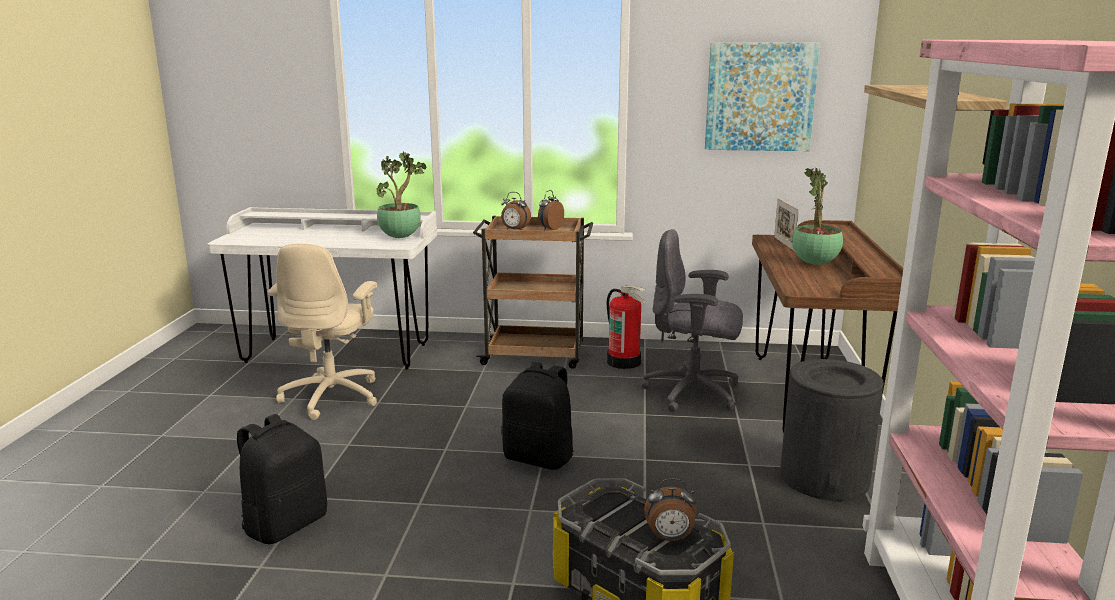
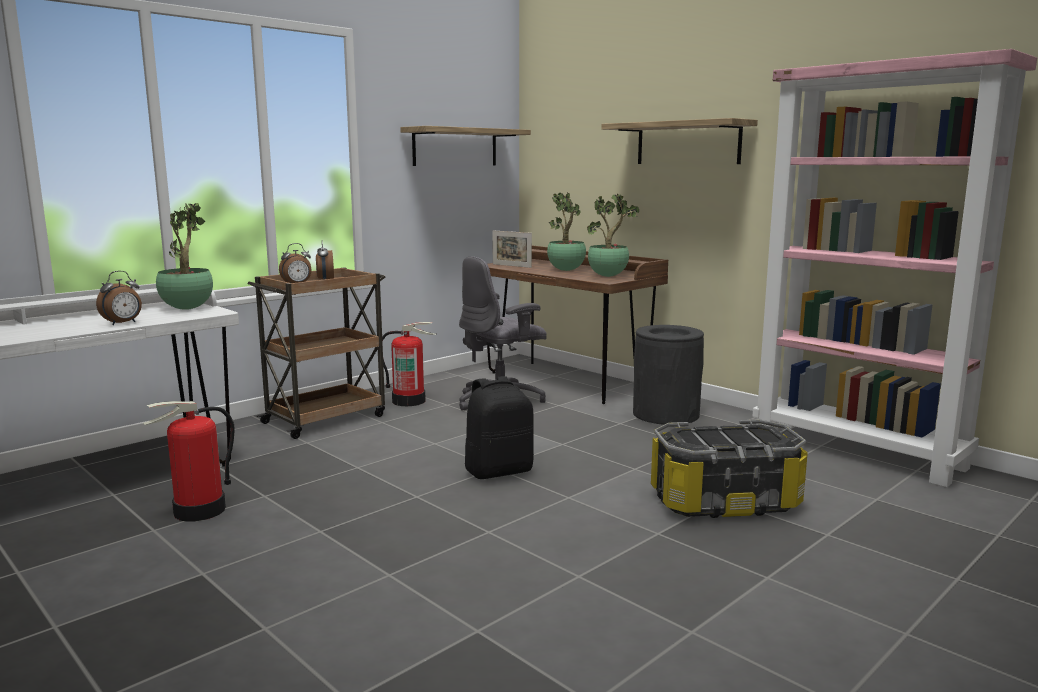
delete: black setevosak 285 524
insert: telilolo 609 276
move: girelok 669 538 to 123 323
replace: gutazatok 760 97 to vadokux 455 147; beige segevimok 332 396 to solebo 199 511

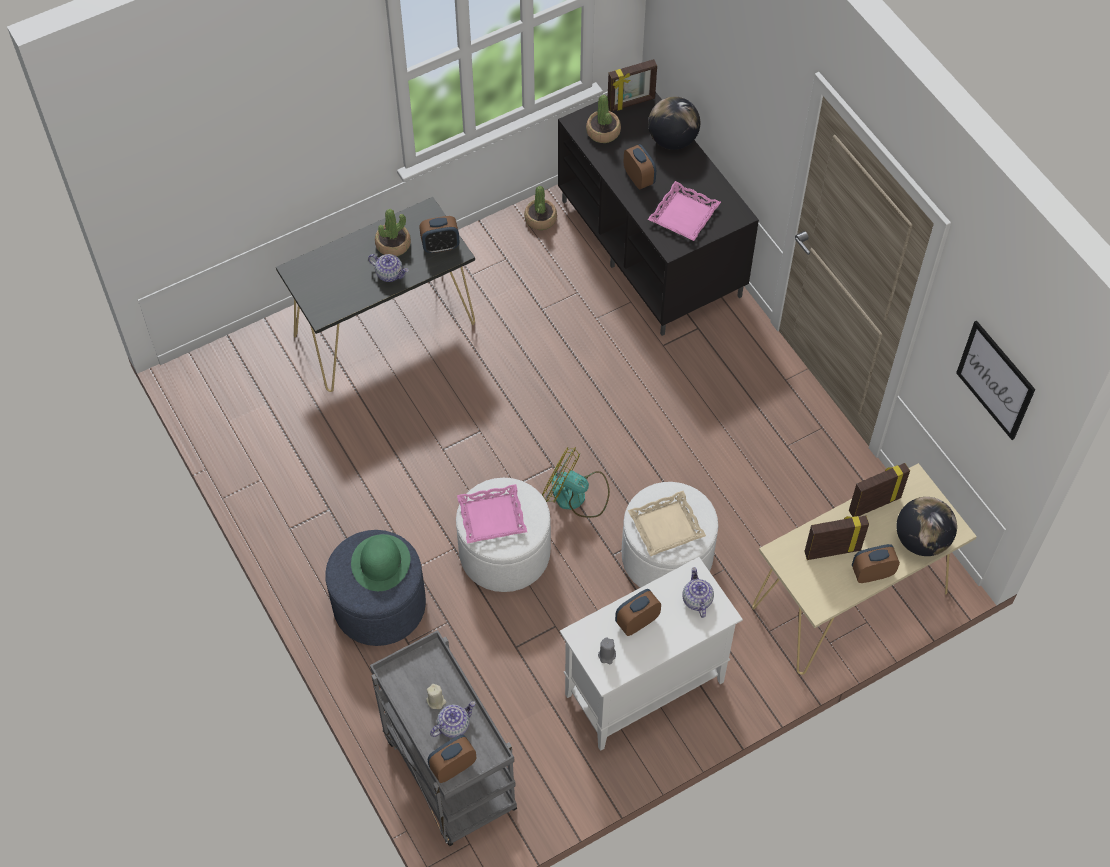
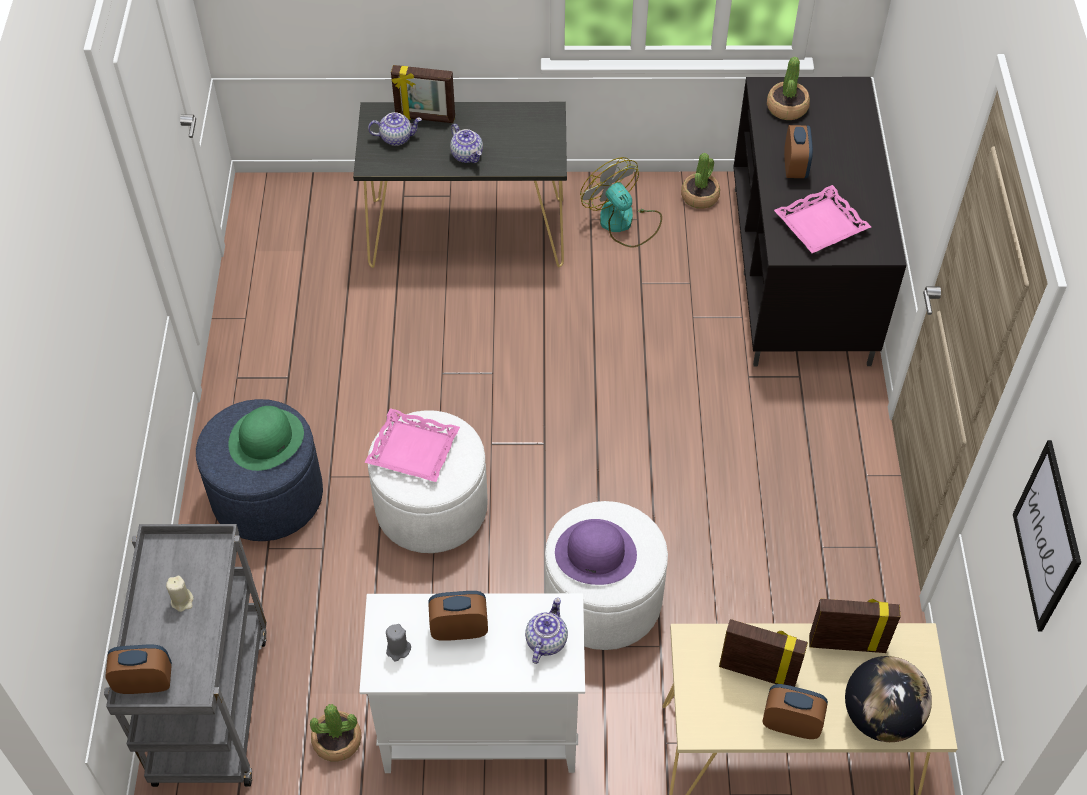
delete: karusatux 672 140; girelok 440 246
move: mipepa 631 103 to 425 118; telilolo 393 245 to 337 740; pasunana 576 496 to 623 222; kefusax 453 725 to 396 137
replace: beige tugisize 666 526 to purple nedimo 596 553

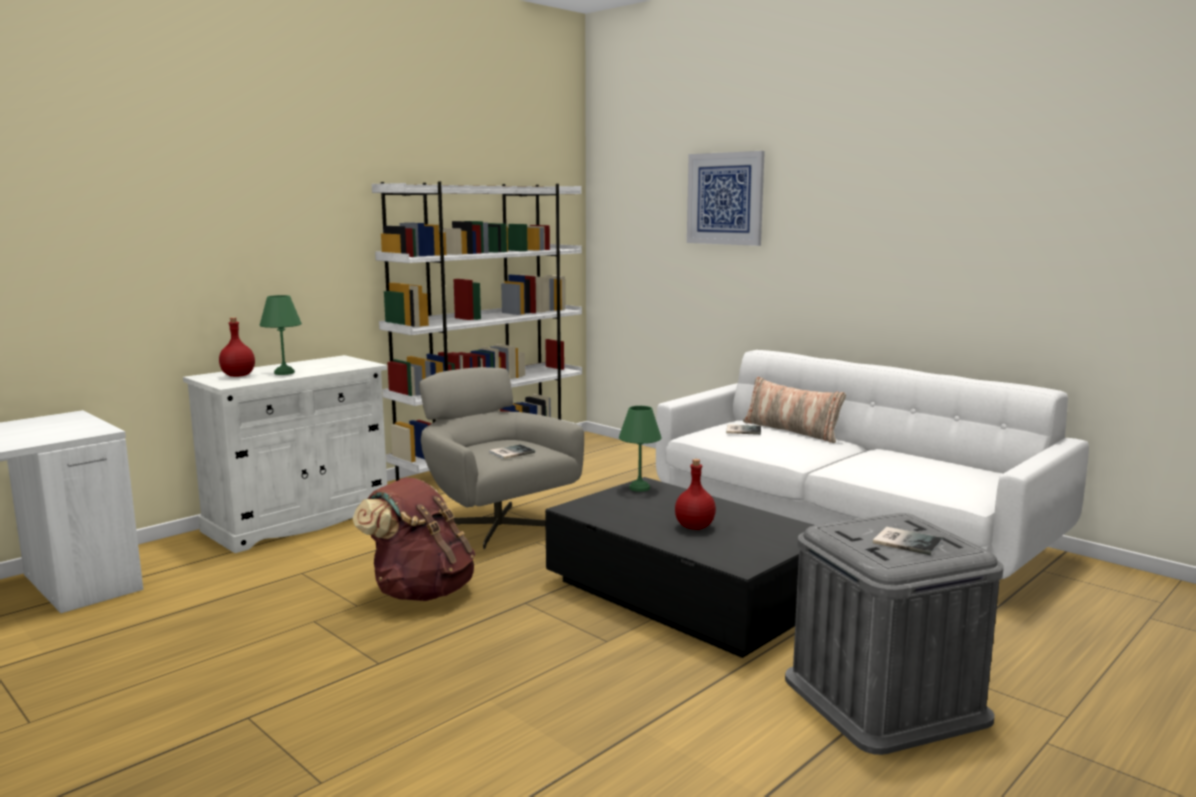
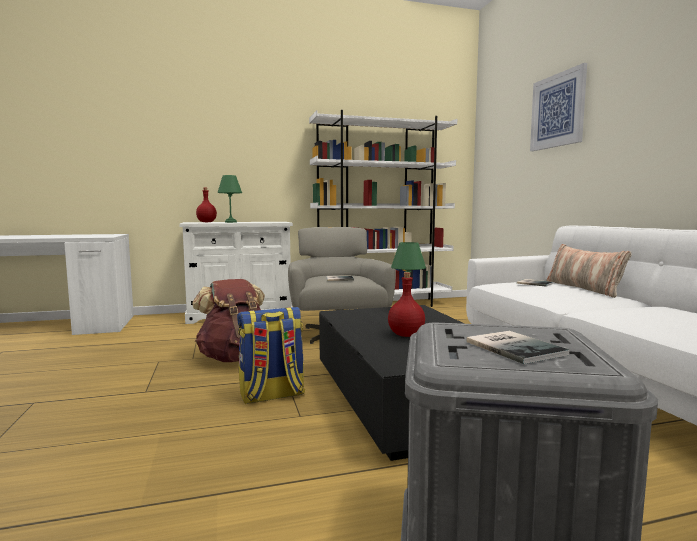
insert: setevosak 271 395

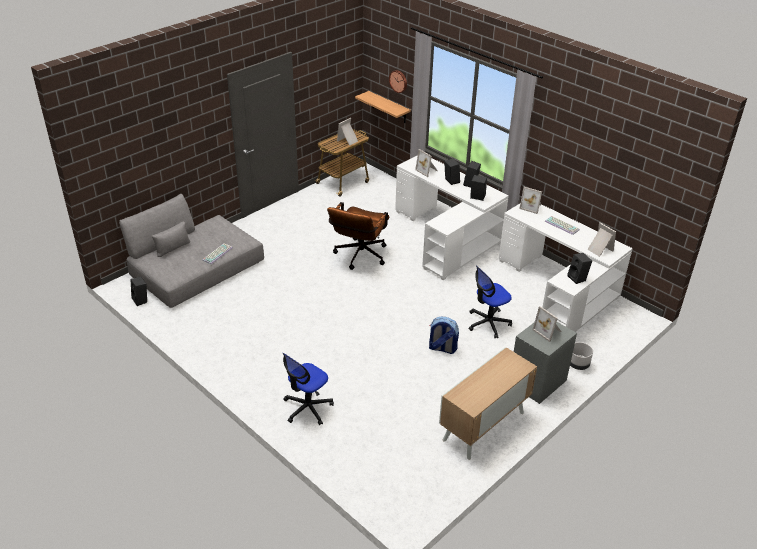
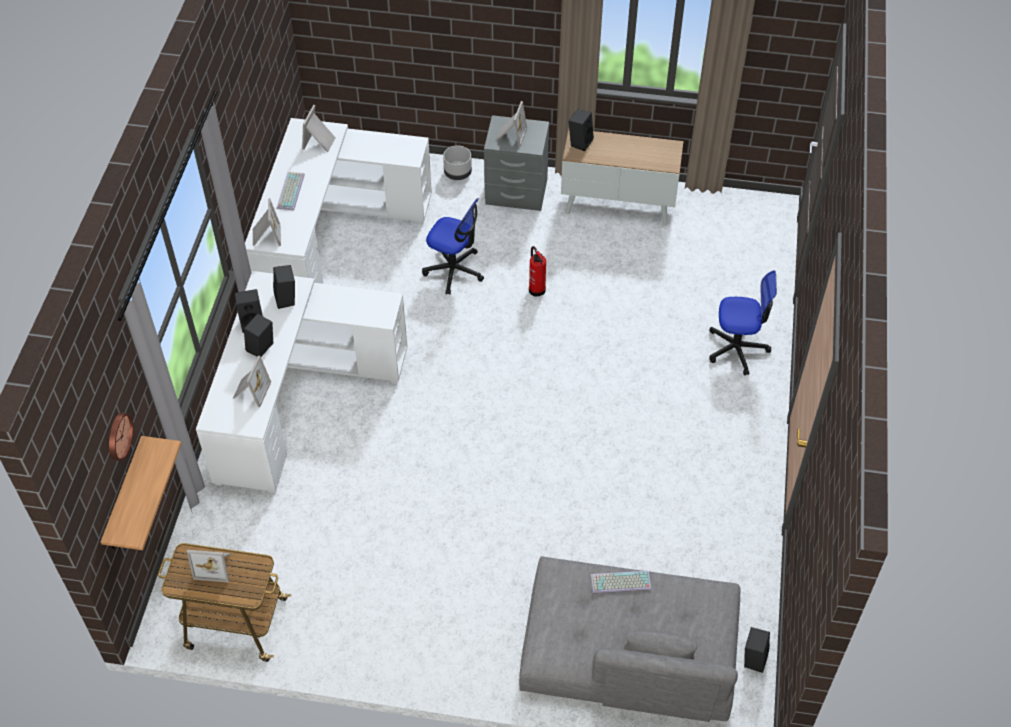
delete: brown segevimok 359 257
move: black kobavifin 578 278 to 580 141
replace: setevosak 442 348 to solebo 536 288

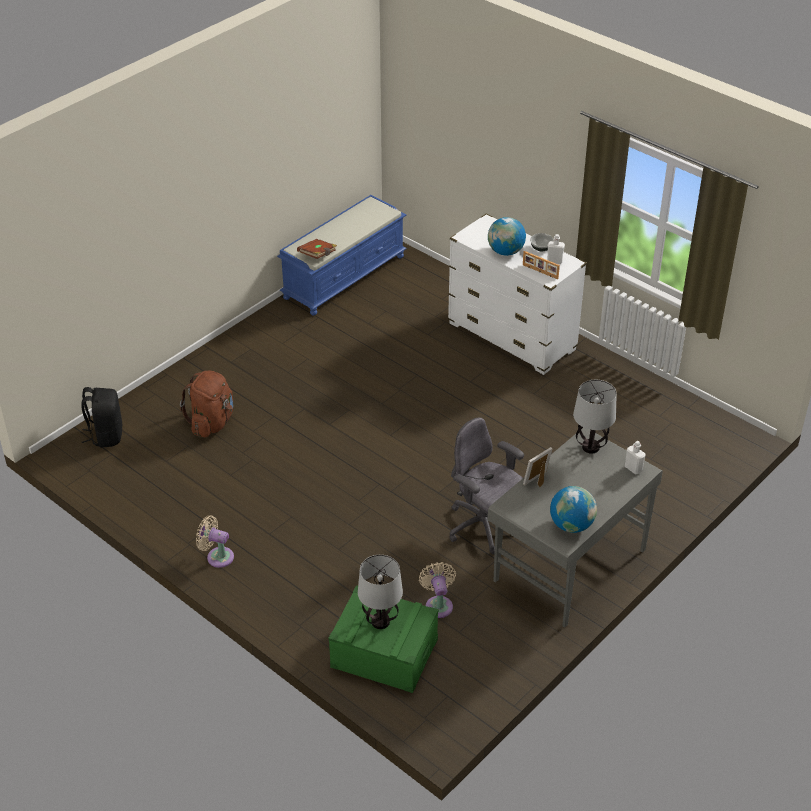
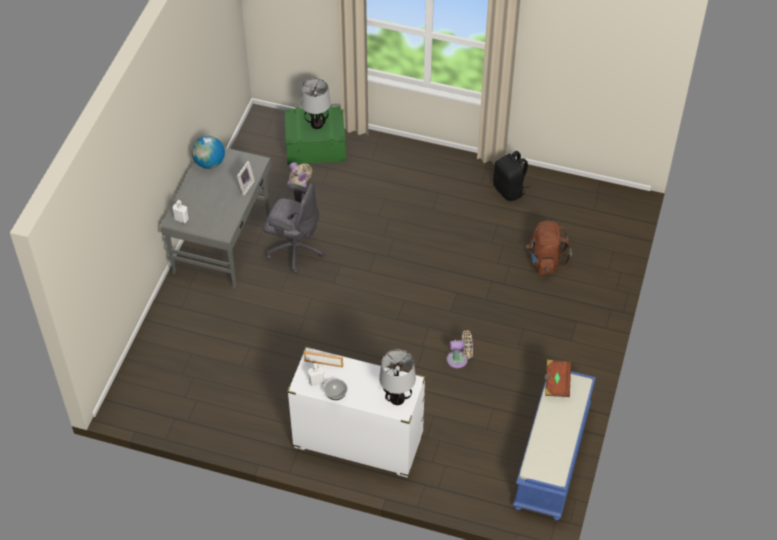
delete: karusatux 505 252
move: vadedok 590 447 to 397 399; black setevosak 106 435 to 509 190; beige pasunana 217 556 to 459 359

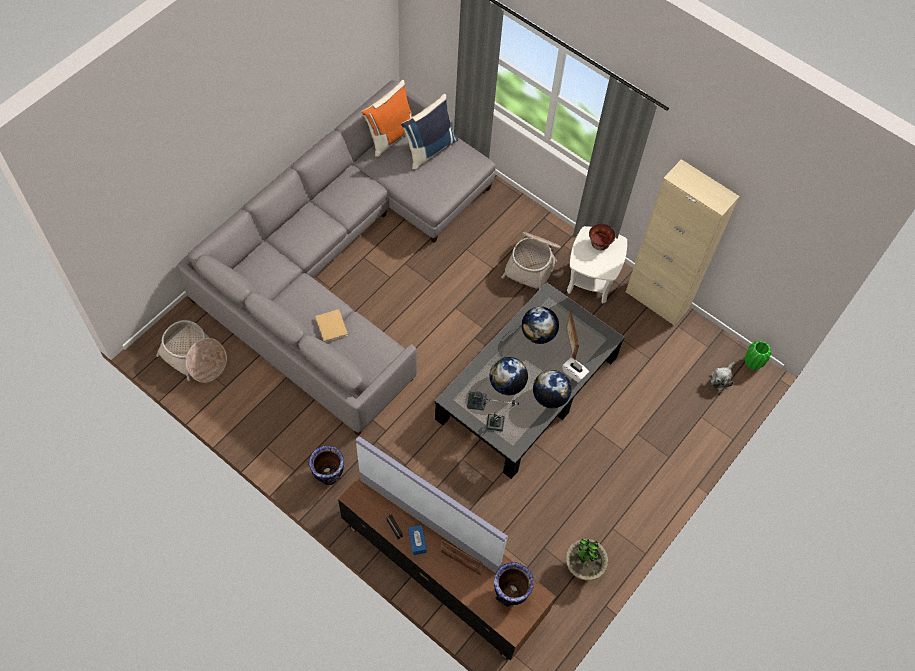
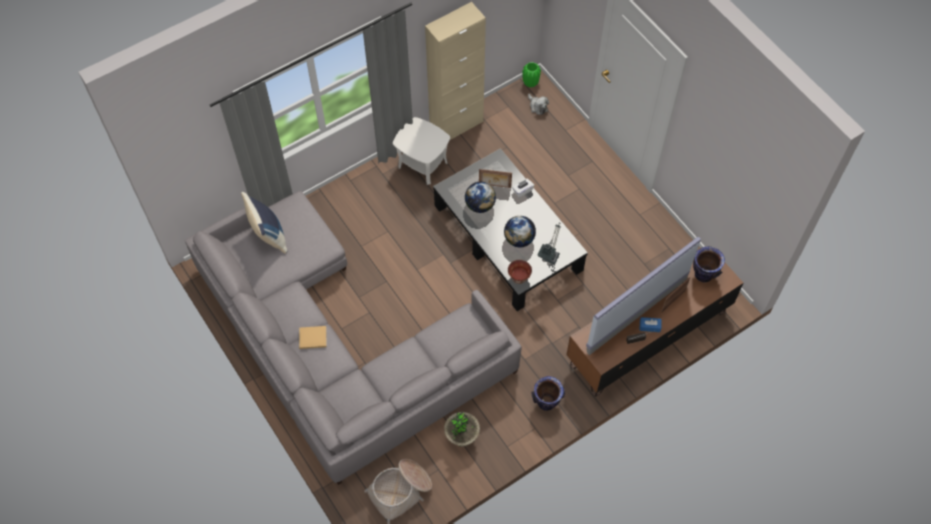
delete: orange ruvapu 391 136; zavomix 532 263; karusatux 549 397
move: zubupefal 599 244 to 519 277; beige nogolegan 331 325 to 312 338; telilolo 583 567 to 461 437

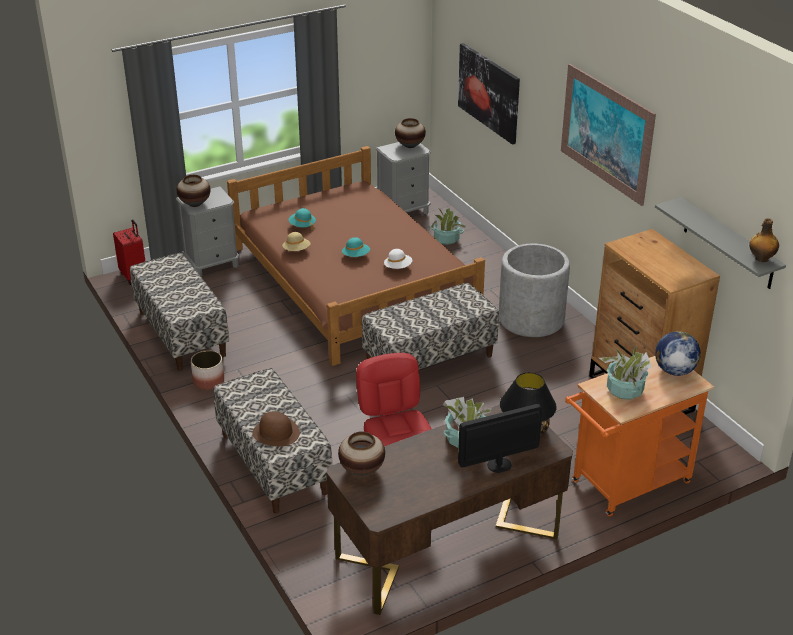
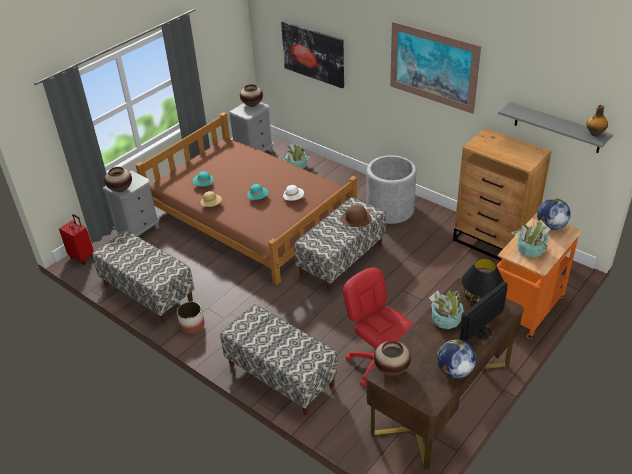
insert: karusatux 454 371
move: brown nedimo 276 433 to 356 219

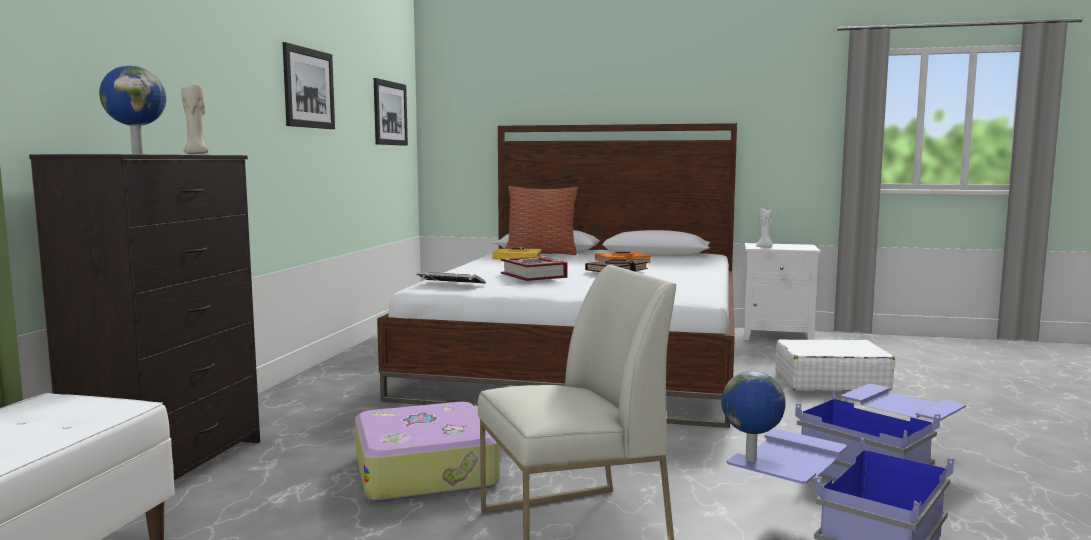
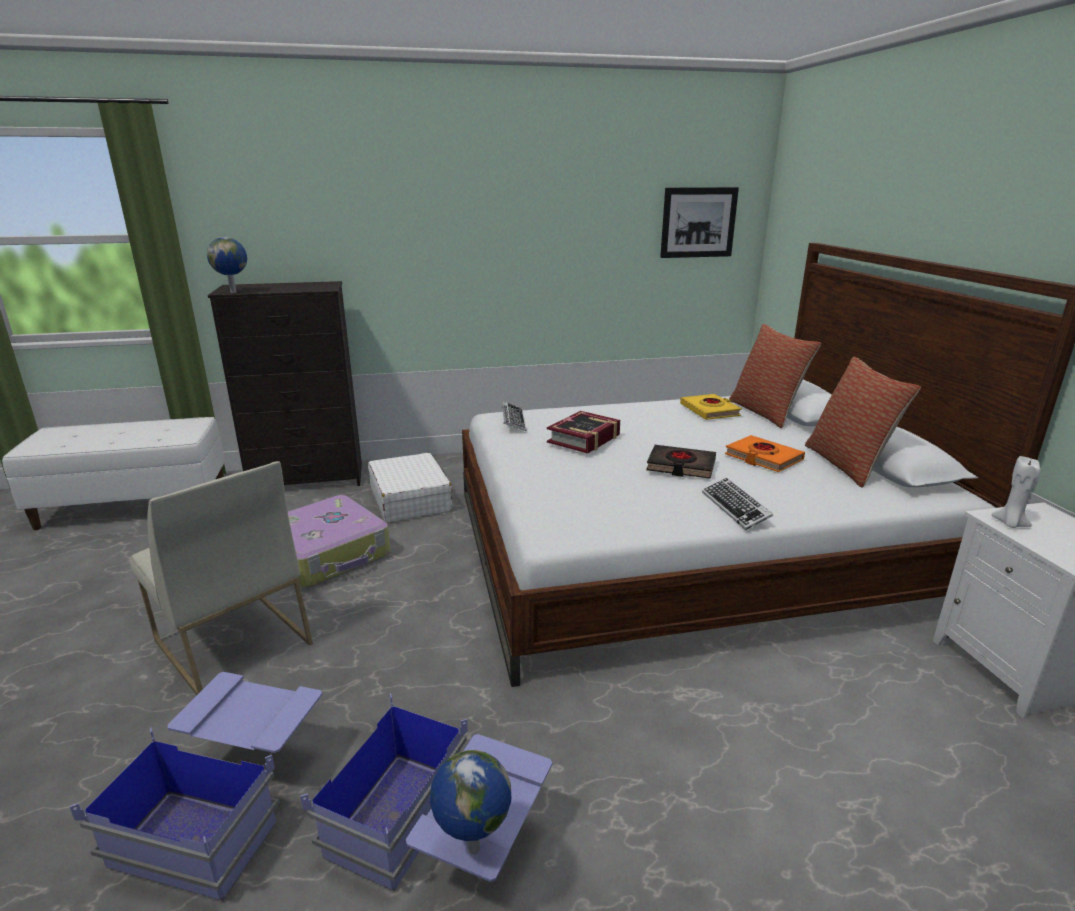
delete: gutazatok 309 88; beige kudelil 197 154
insert: ruvapu 848 464; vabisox 735 508
move: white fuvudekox 830 381 to 410 499; karusatux 751 460 to 472 849

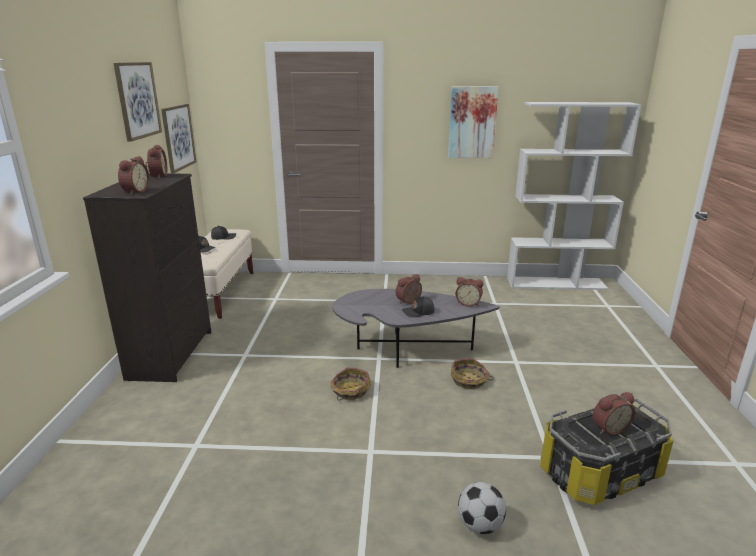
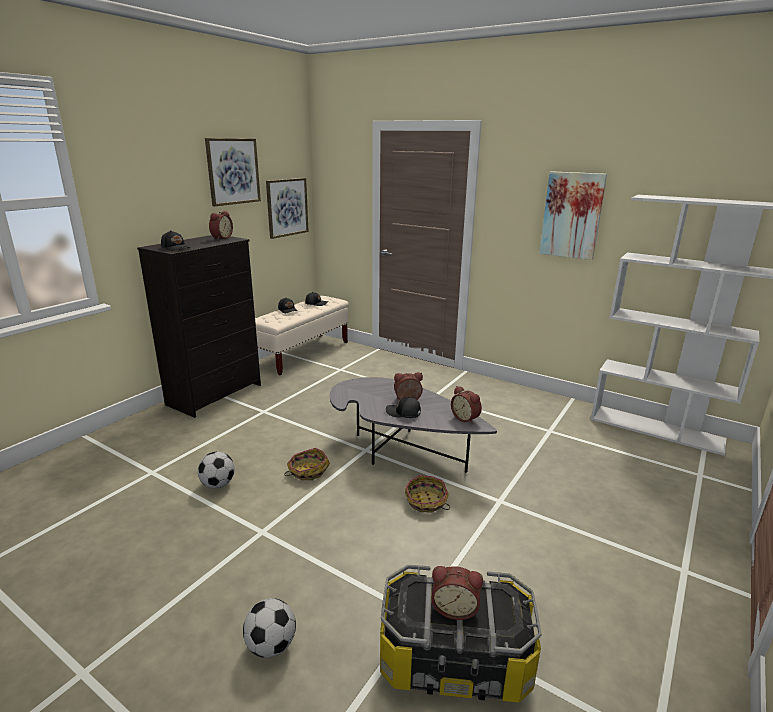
insert: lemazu 218 485
replace: girelok 134 191 to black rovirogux 176 248

